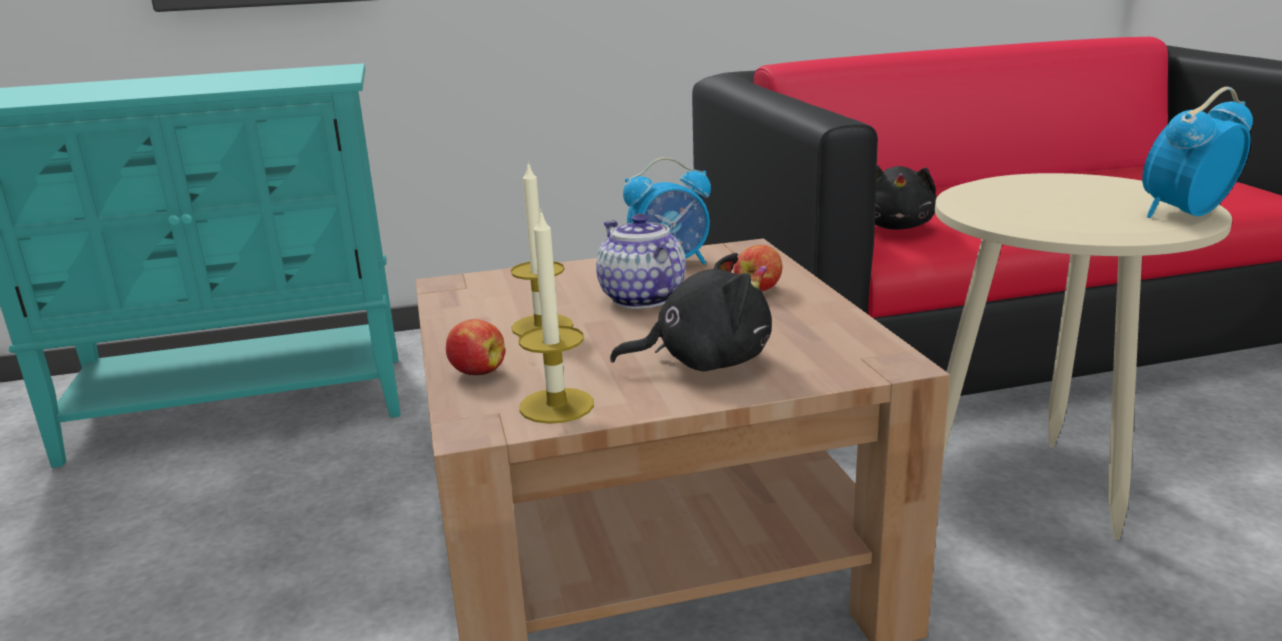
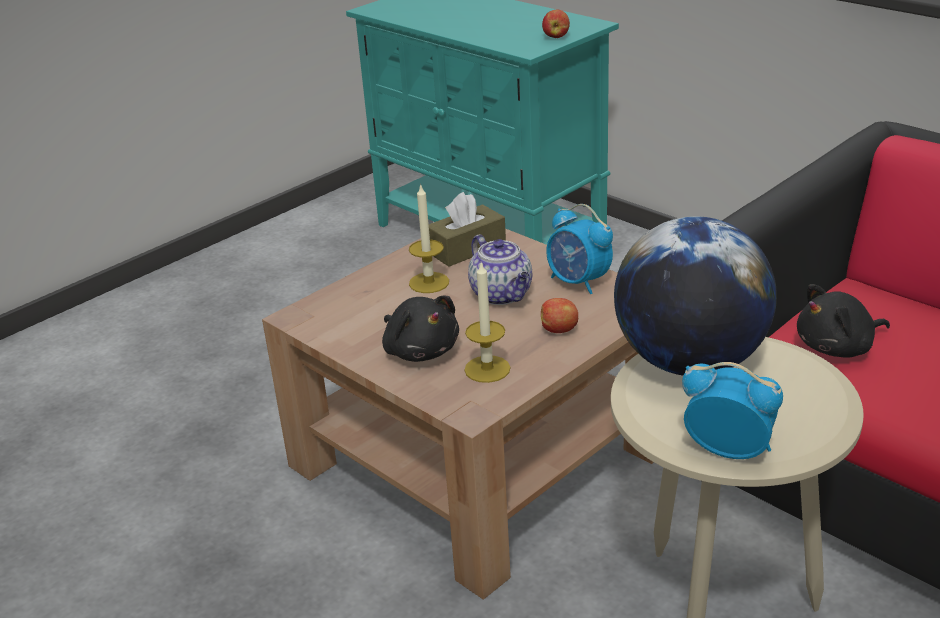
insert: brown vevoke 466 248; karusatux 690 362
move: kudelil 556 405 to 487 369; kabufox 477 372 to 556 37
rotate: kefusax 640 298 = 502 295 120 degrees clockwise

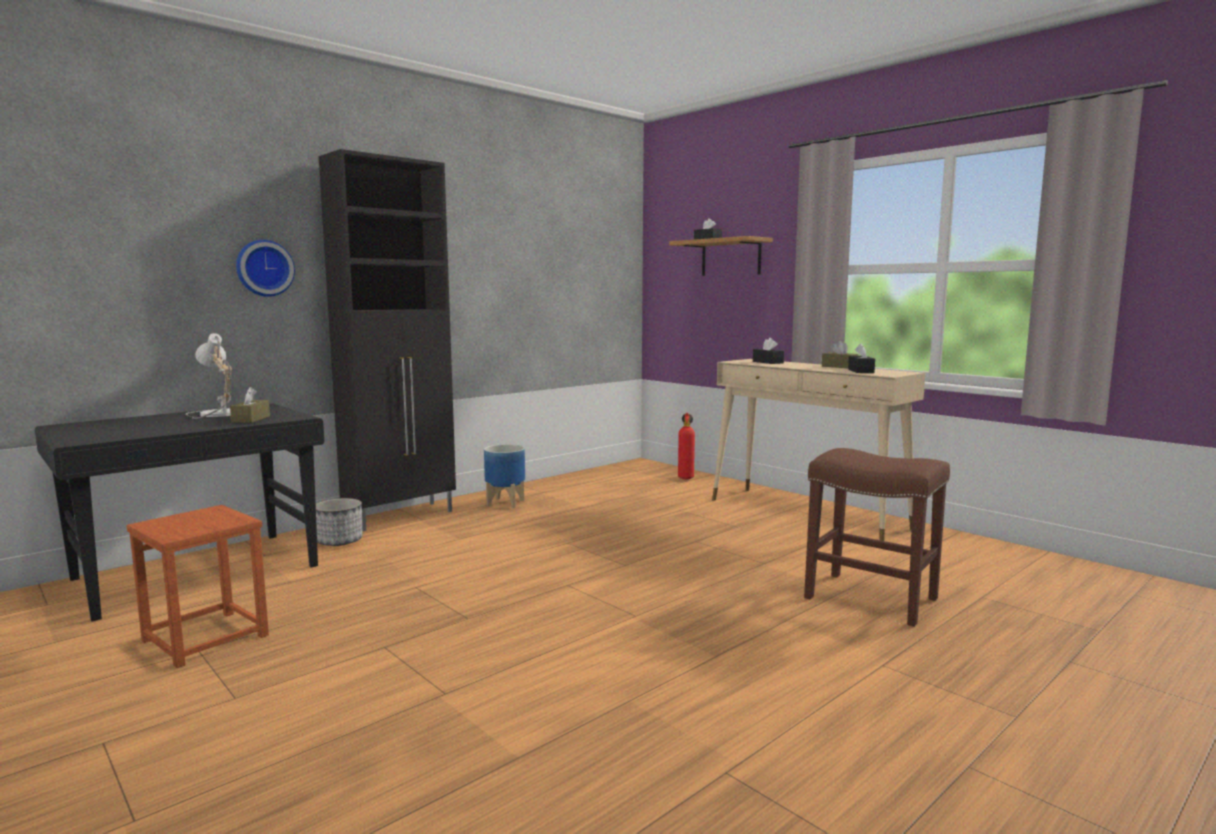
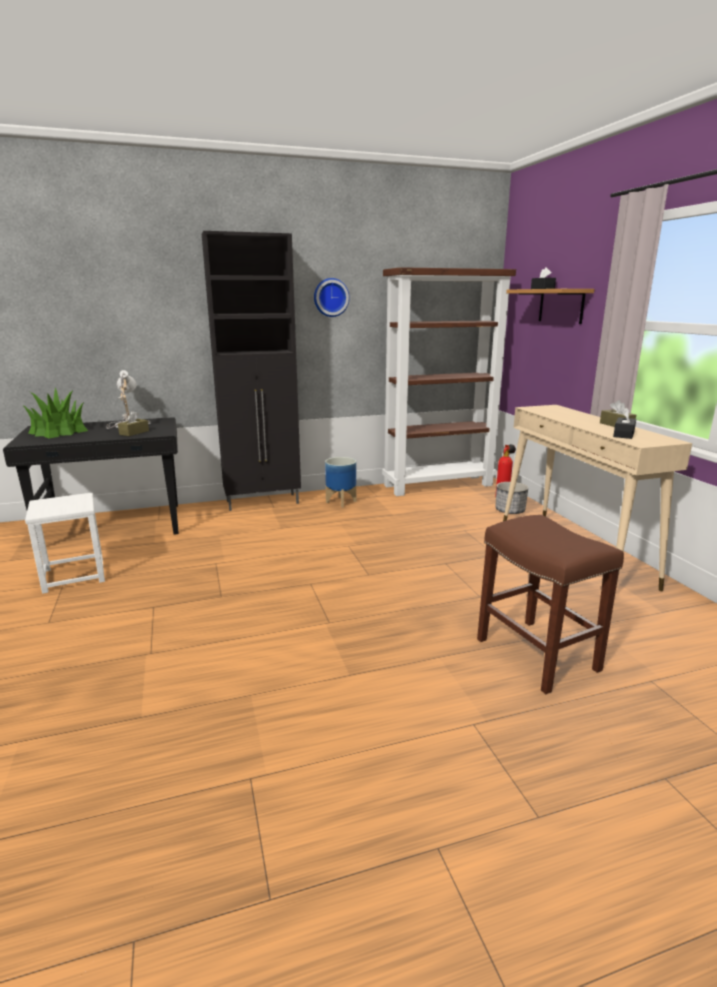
delete: black vevoke 767 362
insert: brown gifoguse 438 485; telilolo 59 431
move: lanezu 264 268 to 330 297; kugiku 339 541 to 509 510
recolor: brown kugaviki 206 638 to white kugaviki 74 576

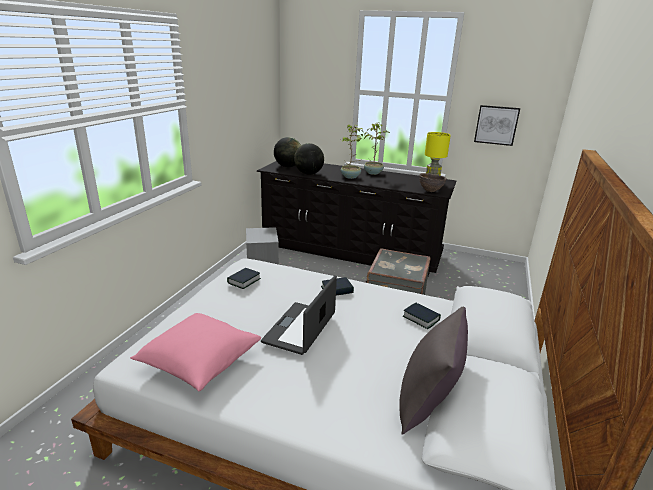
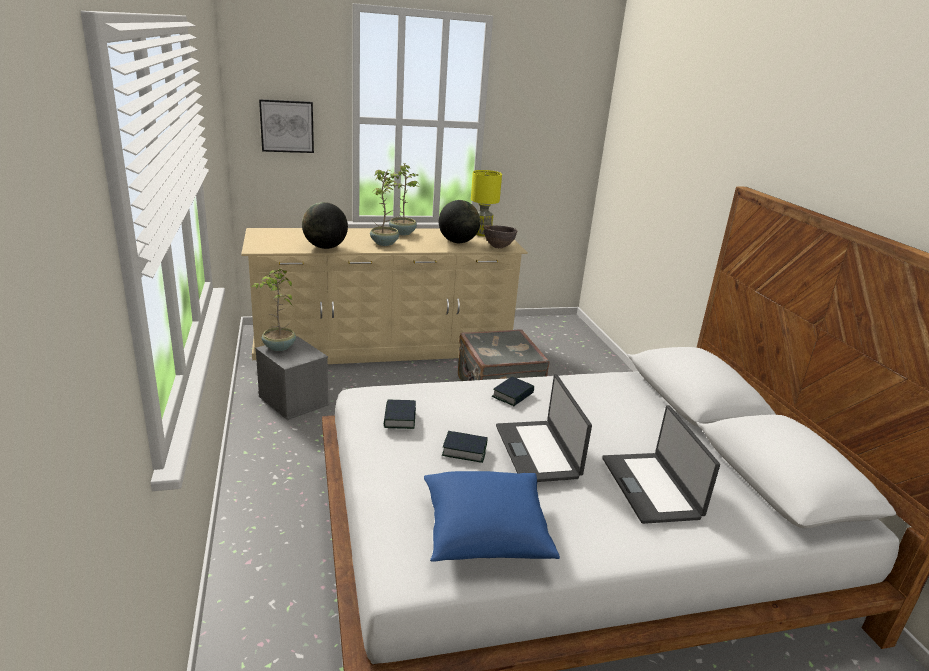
delete: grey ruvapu 427 403
insert: telilolo 278 347; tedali 651 487
move: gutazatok 496 125 to 287 126; karusatux 288 166 to 458 242; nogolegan 421 318 to 464 450
recolor: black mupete 350 249 to beige mupete 384 345; pink ruvapu 199 362 to blue ruvapu 484 534

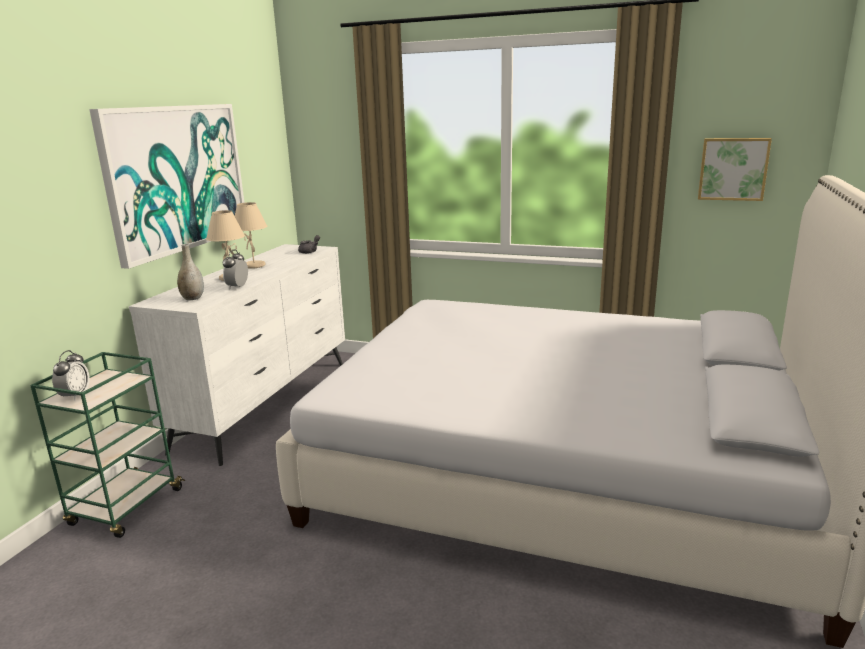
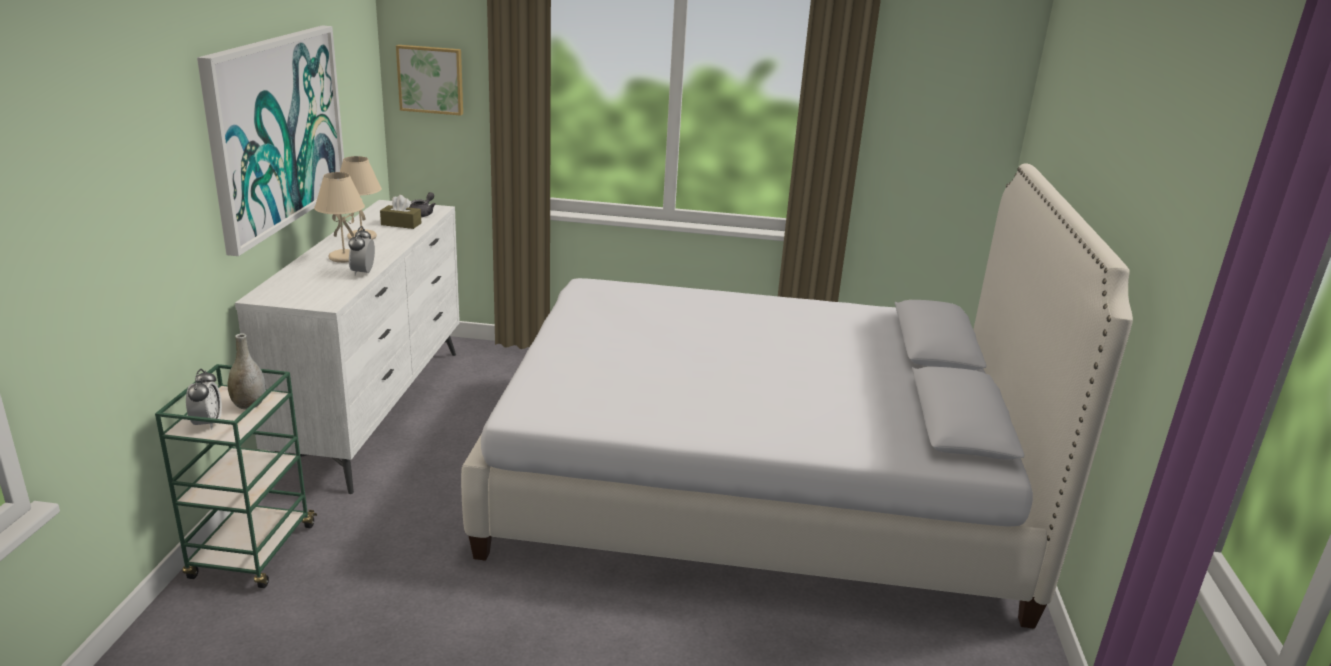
insert: brown vevoke 401 224
move: gutazatok 733 169 to 431 79; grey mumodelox 193 298 to 249 405

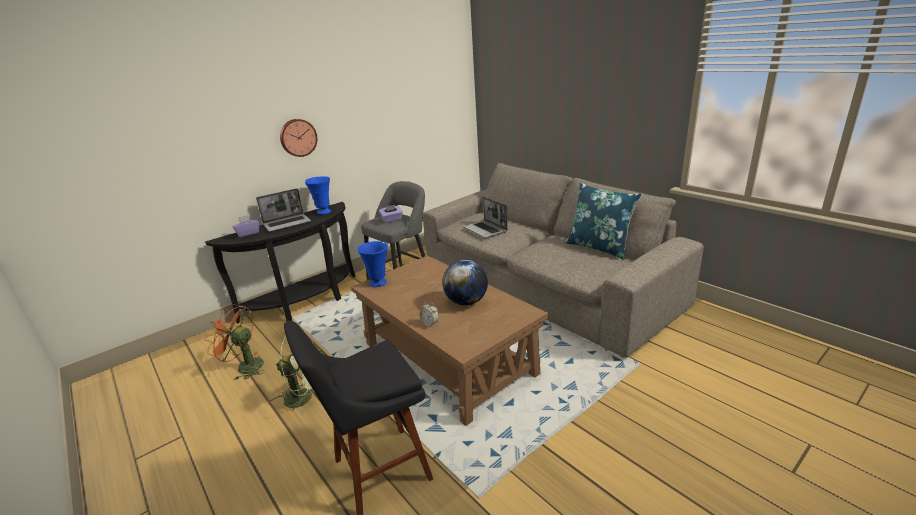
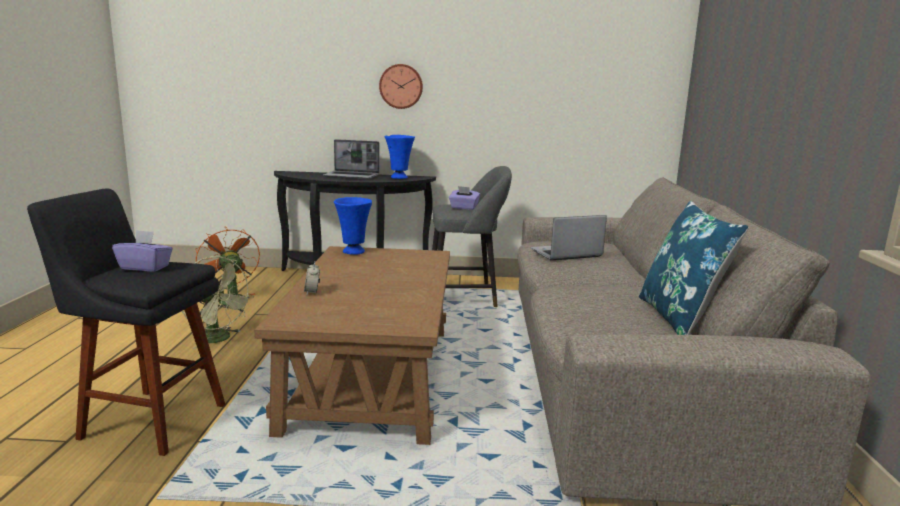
delete: karusatux 466 302
move: purple vevoke 248 233 to 145 267
rotate: tedali 486 230 = 565 254 60 degrees clockwise

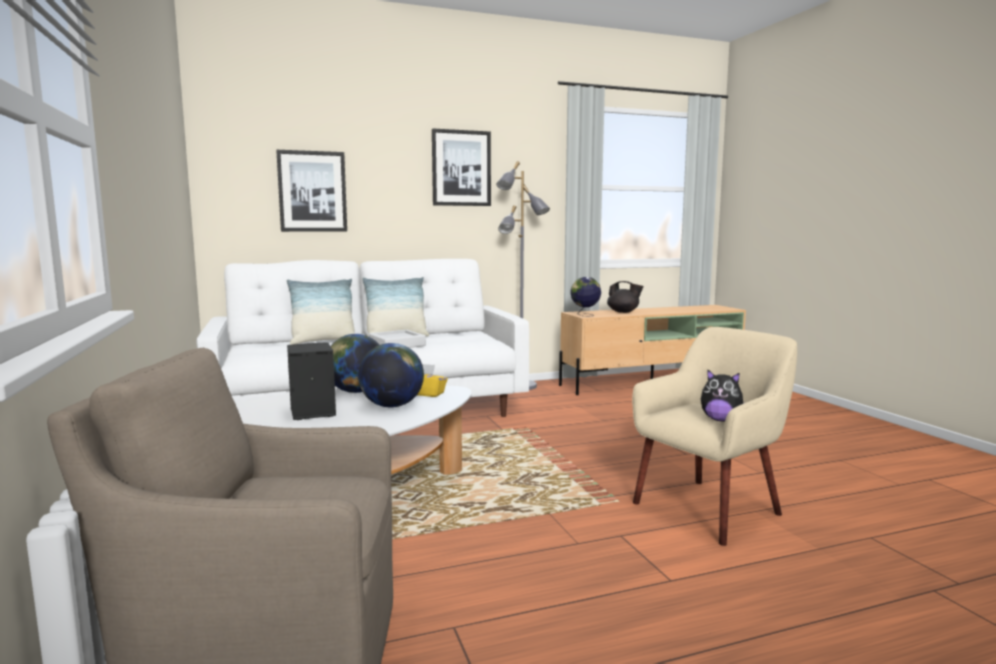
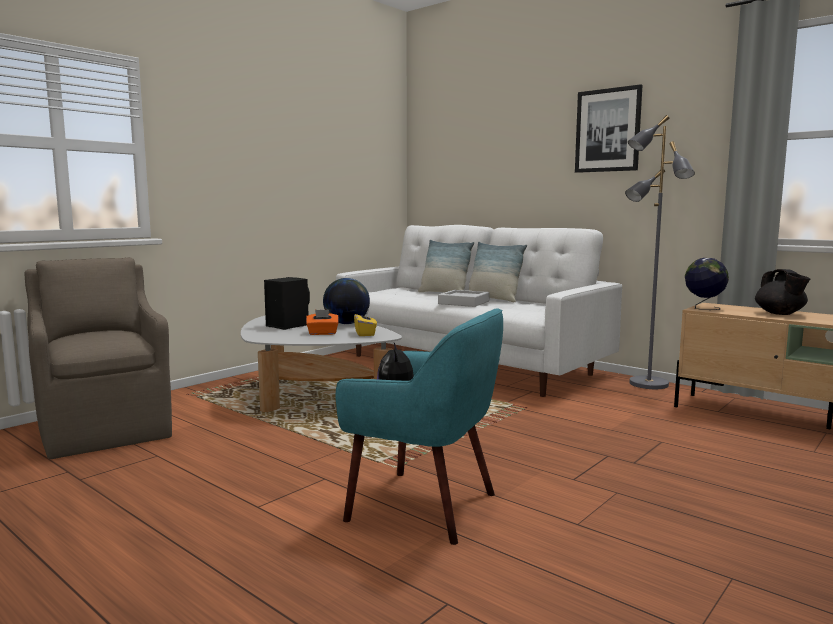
delete: gutazatok 312 191
replace: karusatux 392 406 to orange vevoke 322 333
recolor: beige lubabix 709 508 to turquoise lubabix 425 506

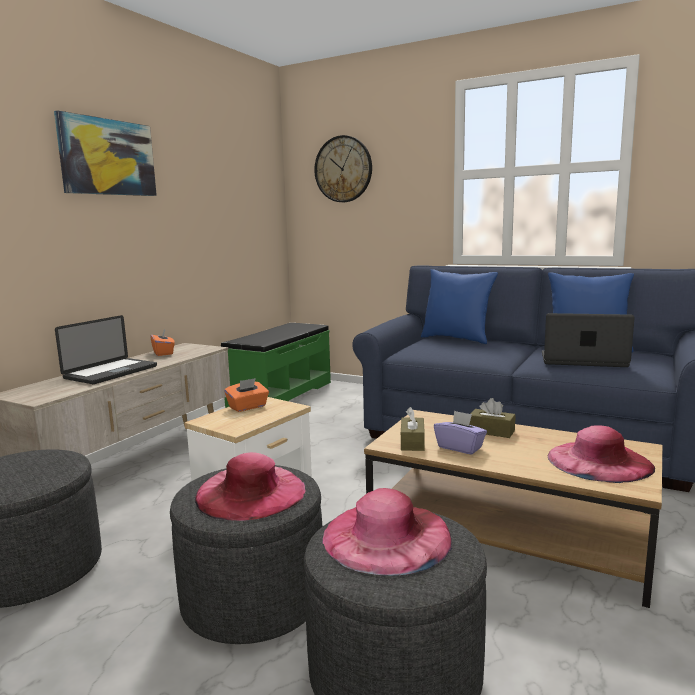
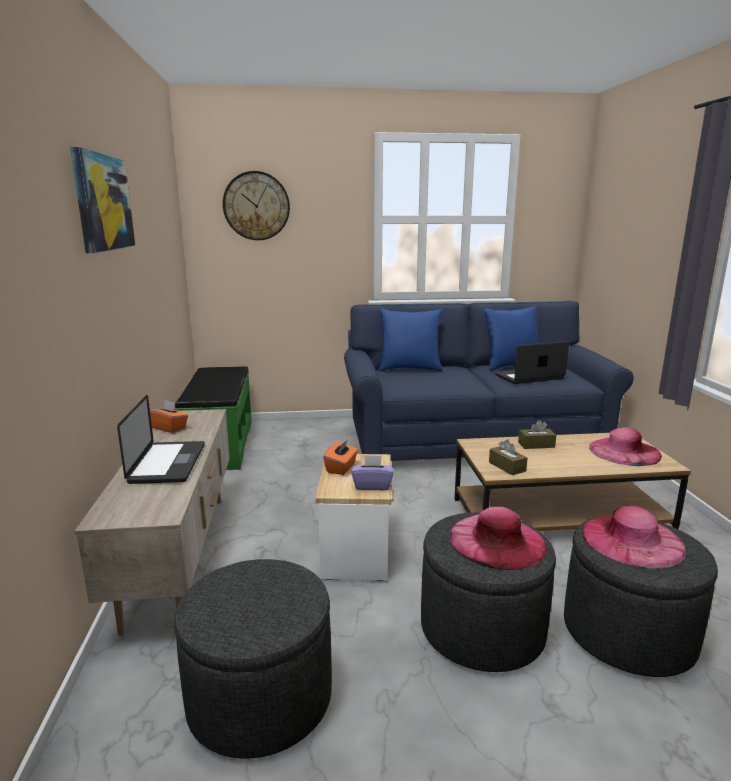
move: purple vevoke 460 447 to 372 486

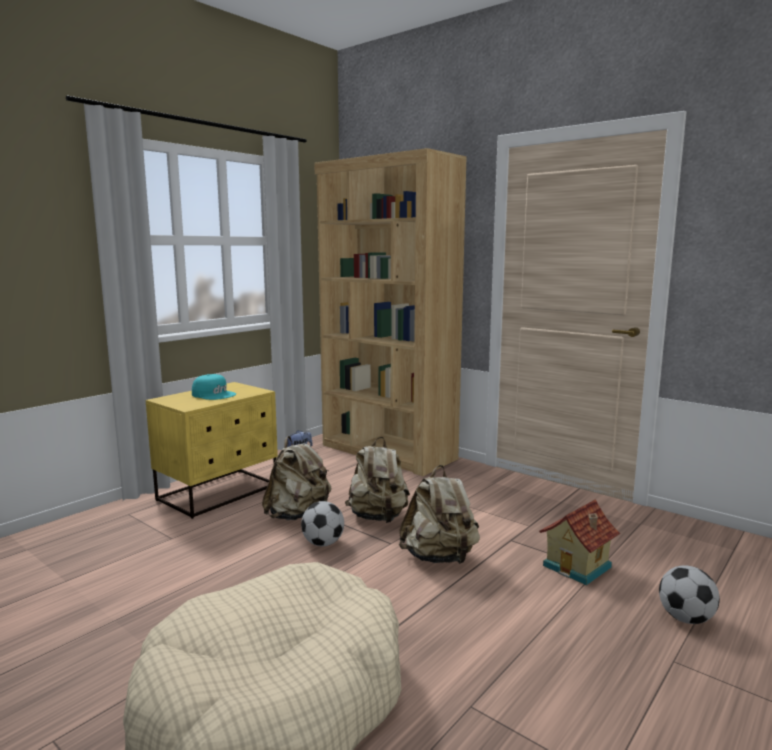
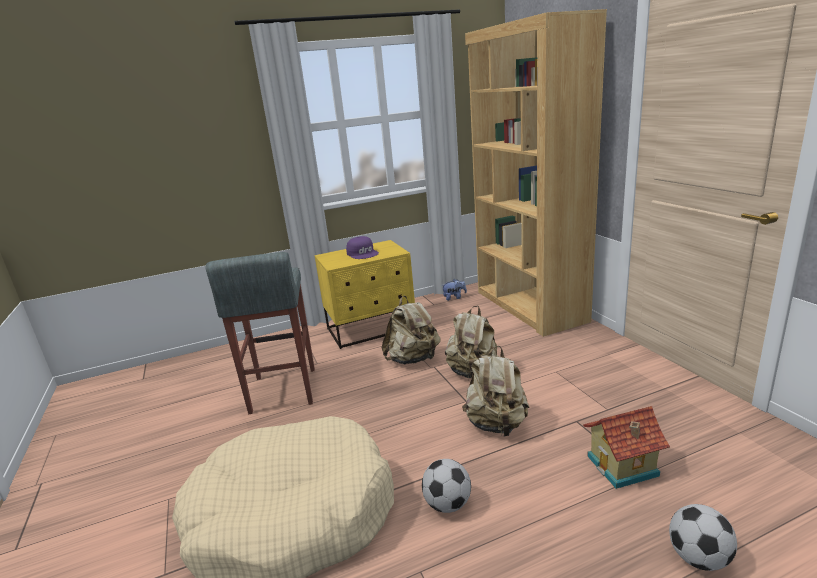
insert: grey kugaviki 282 391
move: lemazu 323 543 to 448 505
recolor: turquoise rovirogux 214 394 to purple rovirogux 363 253

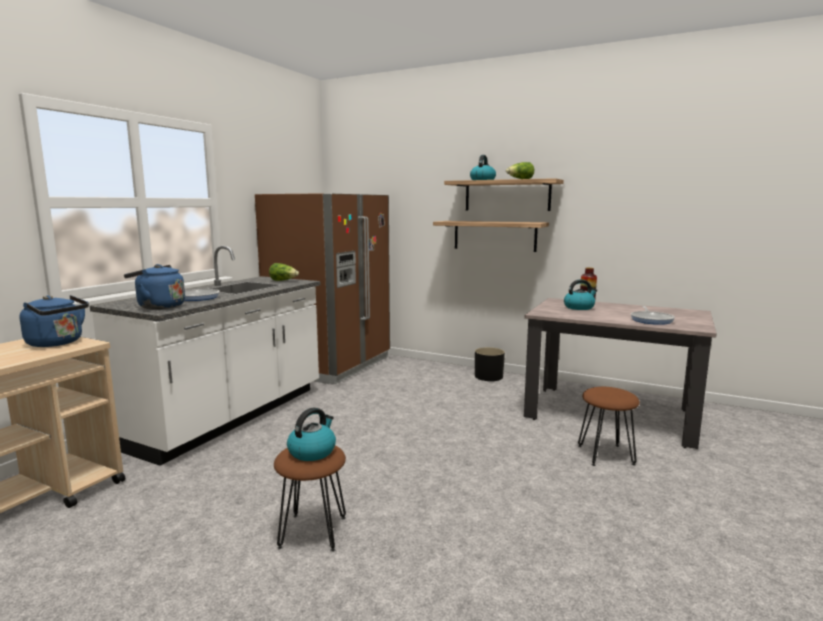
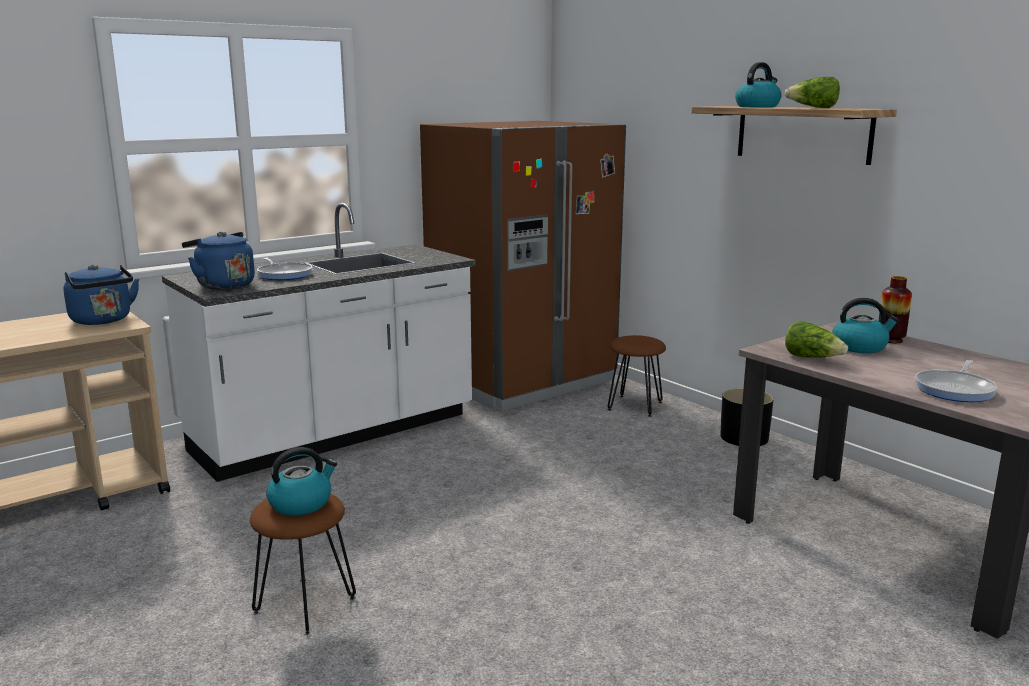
delete: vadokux 494 235
move: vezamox 284 281 to 812 358; brown kugaviki 605 454 to 635 405

